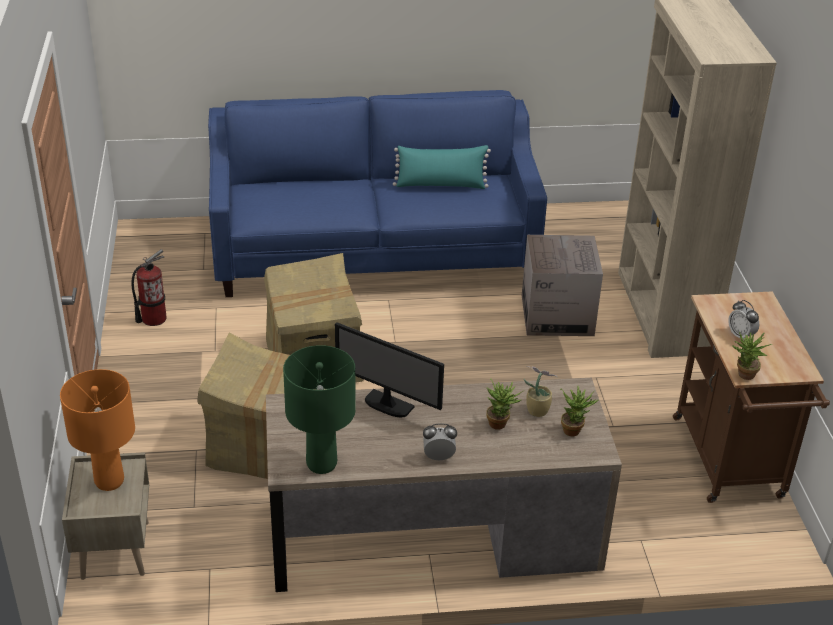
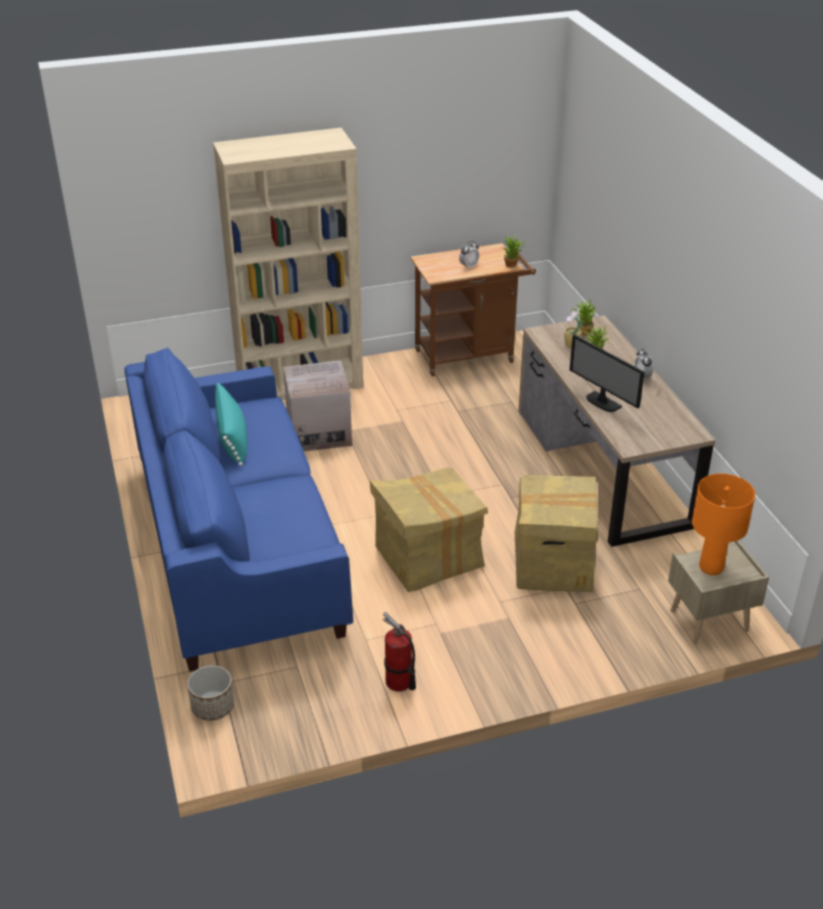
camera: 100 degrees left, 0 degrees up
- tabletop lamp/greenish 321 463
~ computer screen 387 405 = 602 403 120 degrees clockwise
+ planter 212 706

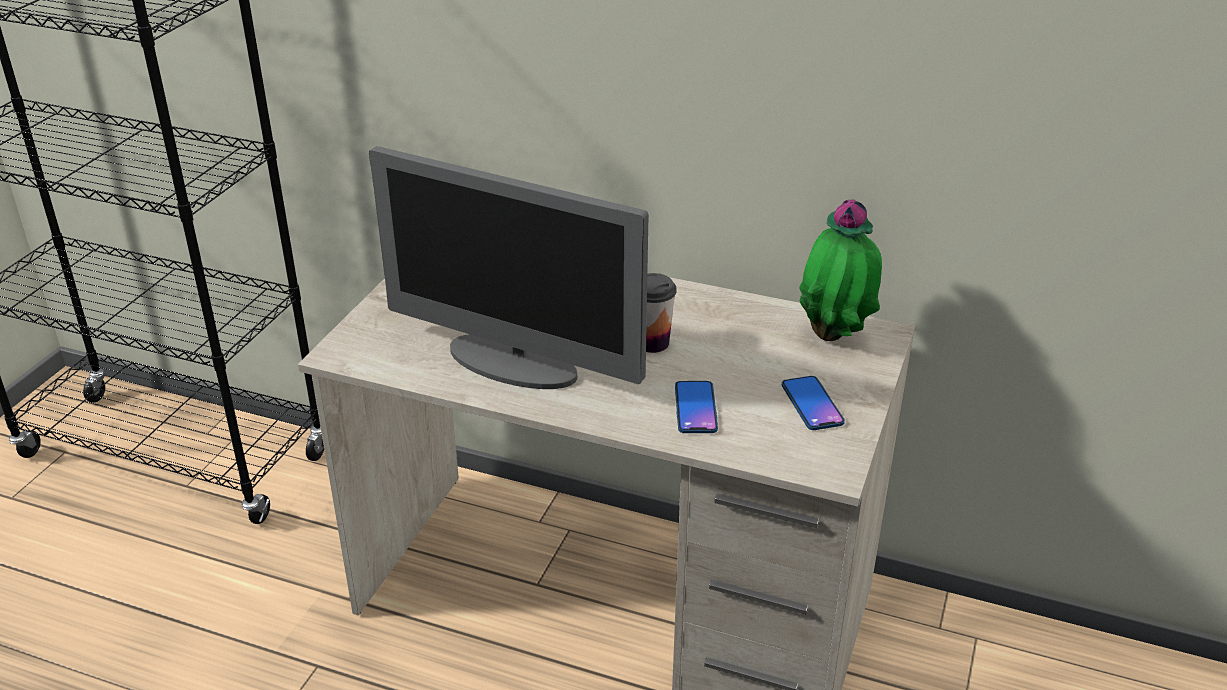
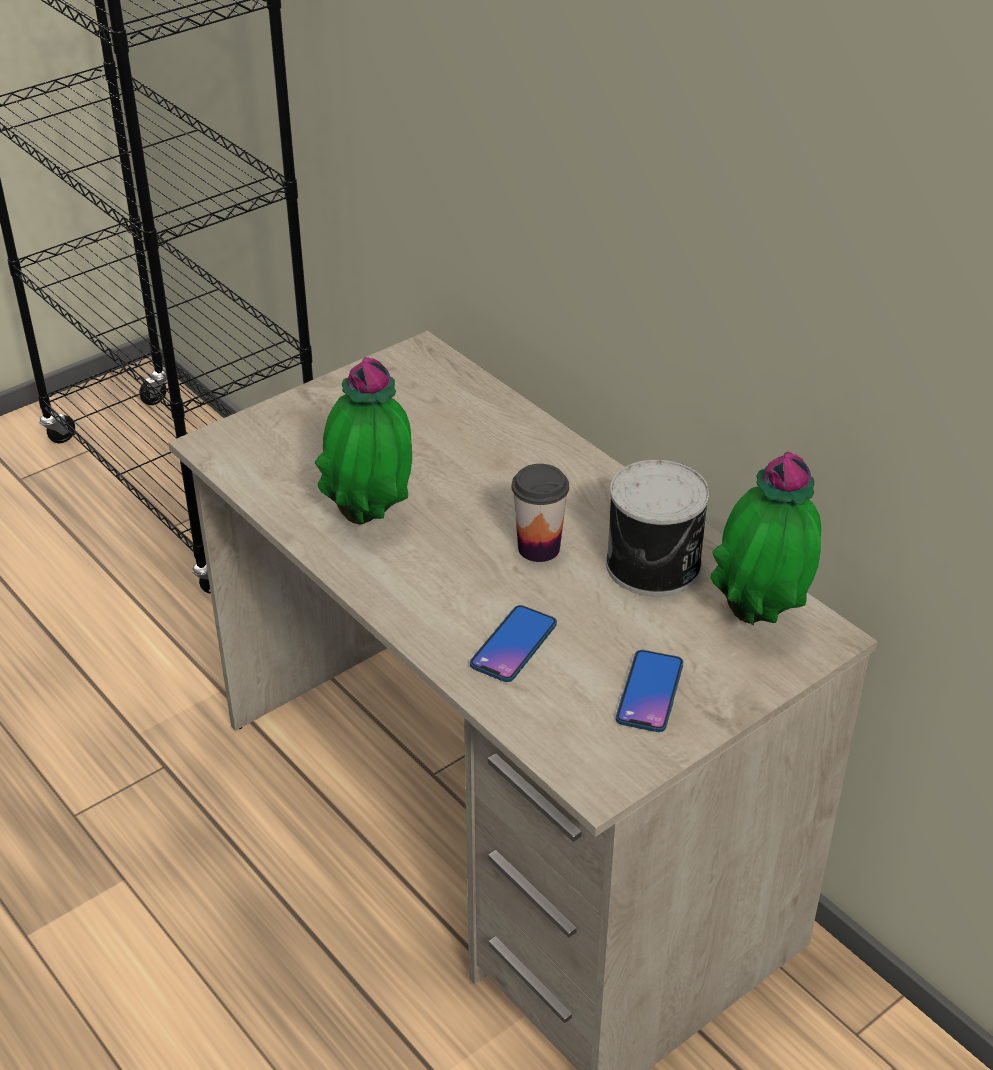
camera: 30 degrees right, 5 degrees up
~ computer screen 514 363 to houseplant 371 518
+ metal can 656 565

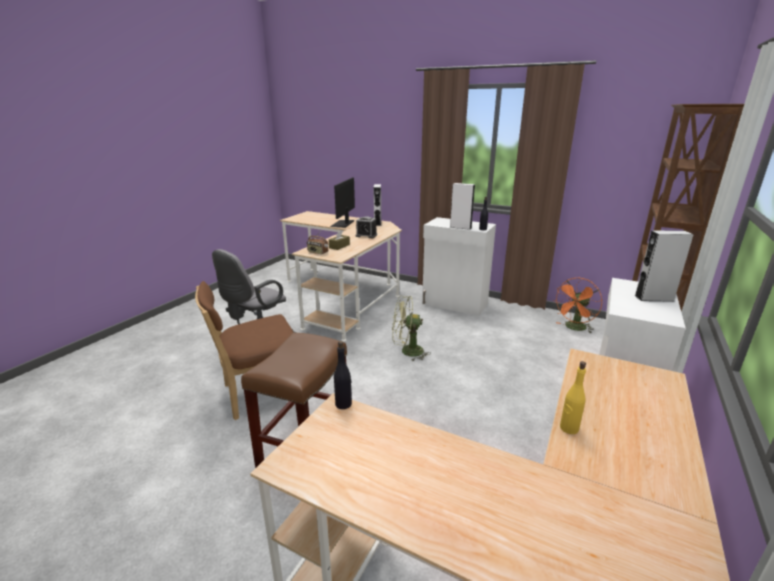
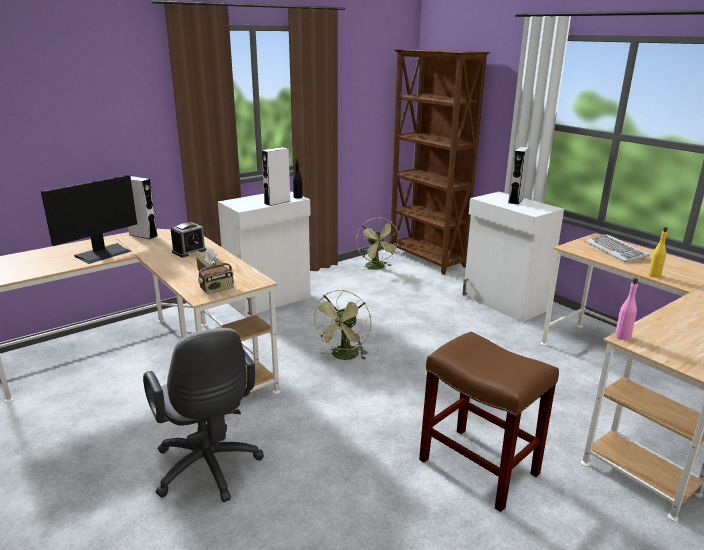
camera: 65 degrees left, 0 degrees up
- plain chair/brownish 259 394
~ computer screen 342 224 = 103 253 90 degrees counterclockwise
~ drink bottle/blackish 343 404 to drink bottle/pinkish 622 336
~ fan/orange 574 328 to fan/greenish 377 268
+ computer keyboard 616 250

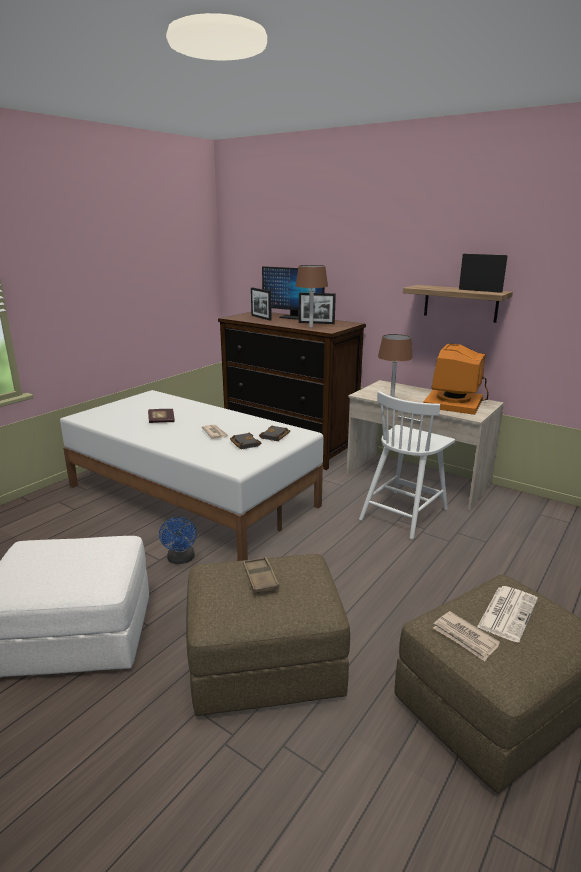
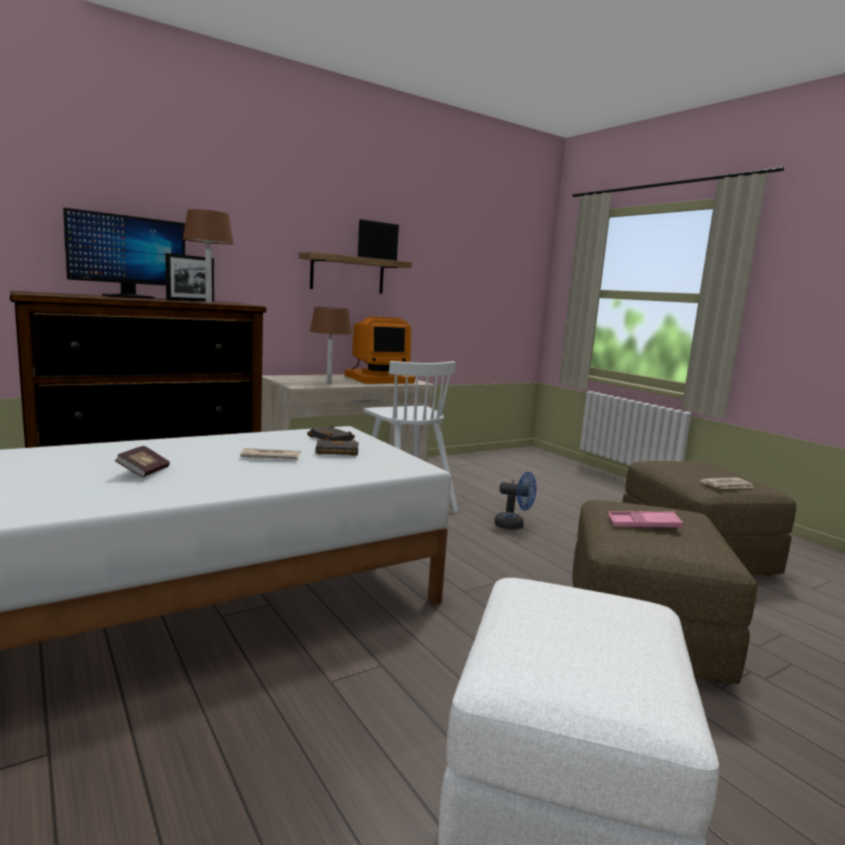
camera: 70 degrees left, 10 degrees down
~ fan/blue-coloured 181 560 to 514 525
~ carrying tray/brownish 260 578 to carrying tray/pinkish 643 525
- picture frame 261 317
~ computer screen 454 404 = 378 379 75 degrees counterclockwise
- daily paper 507 612

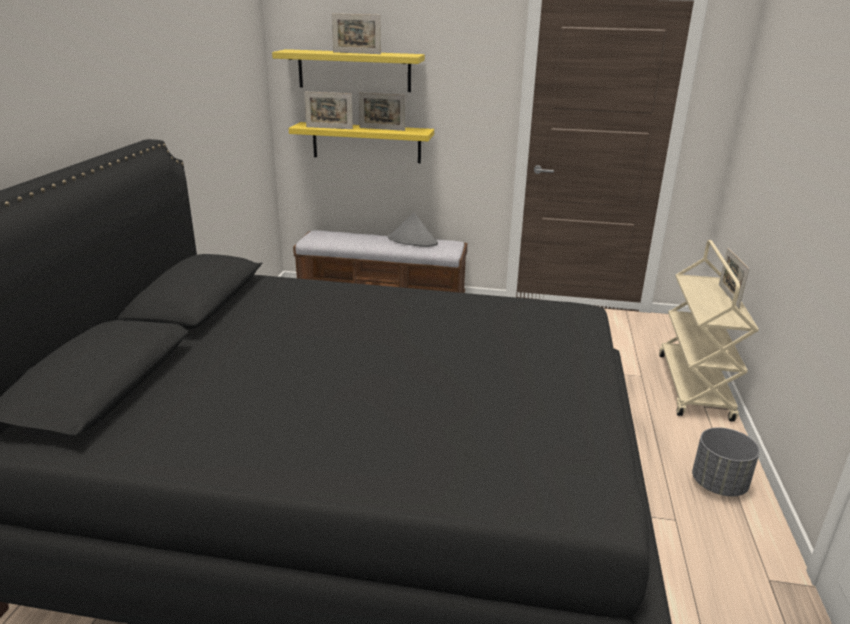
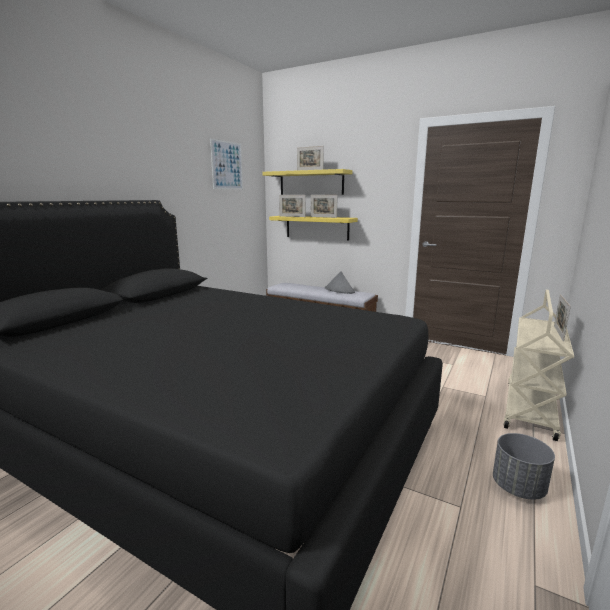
camera: 20 degrees right, 10 degrees down
+ wall picture 227 165

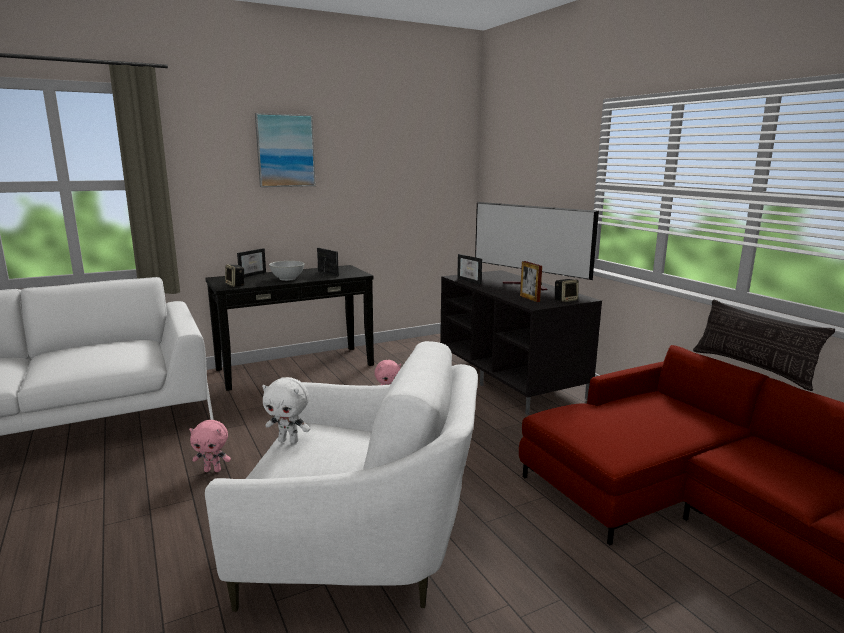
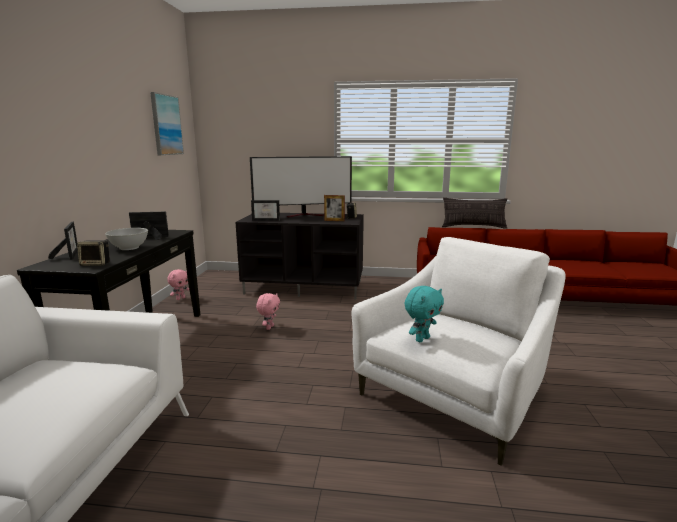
camera: 55 degrees left, 0 degrees up
~ cuddly toy/pinkish 213 470 to 180 298
~ wall picture 285 151 to 166 125
~ cuddly toy/white 289 441 to cuddly toy/blue-green 422 339

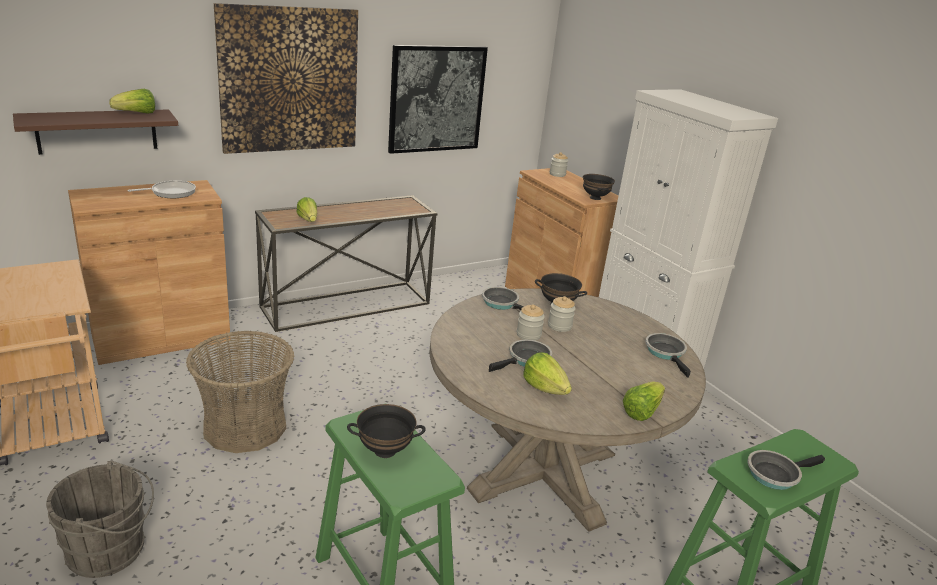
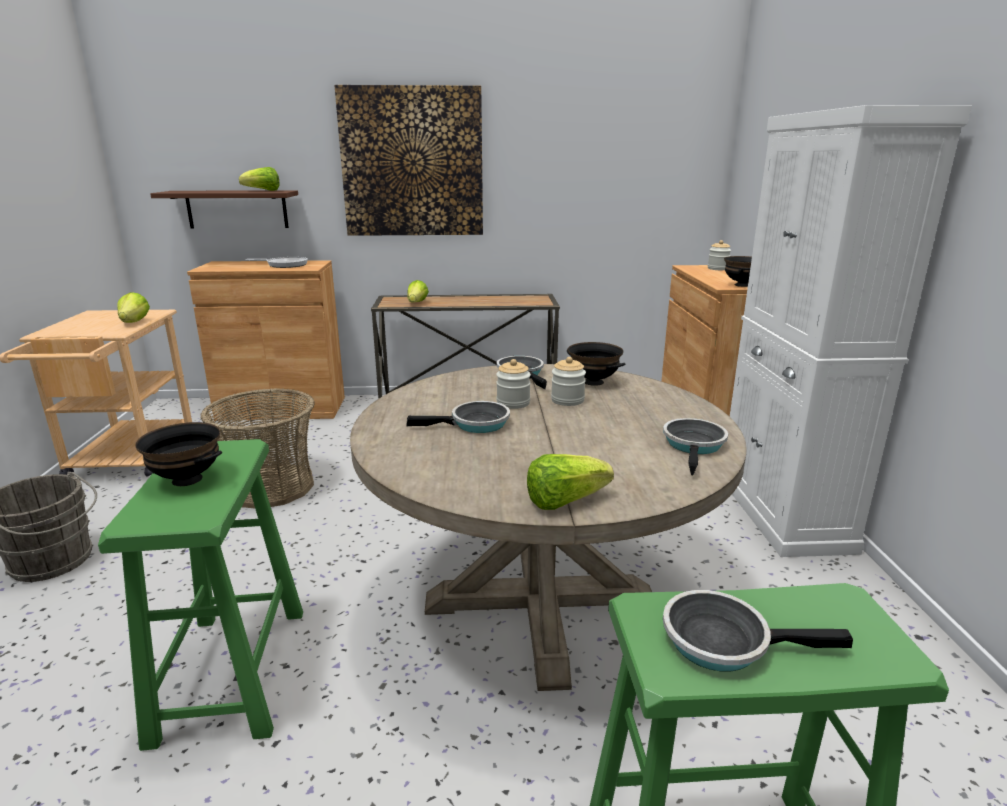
camera: 30 degrees right, 5 degrees down
- wall picture 436 99
~ head of lettuce 544 388 to 134 322

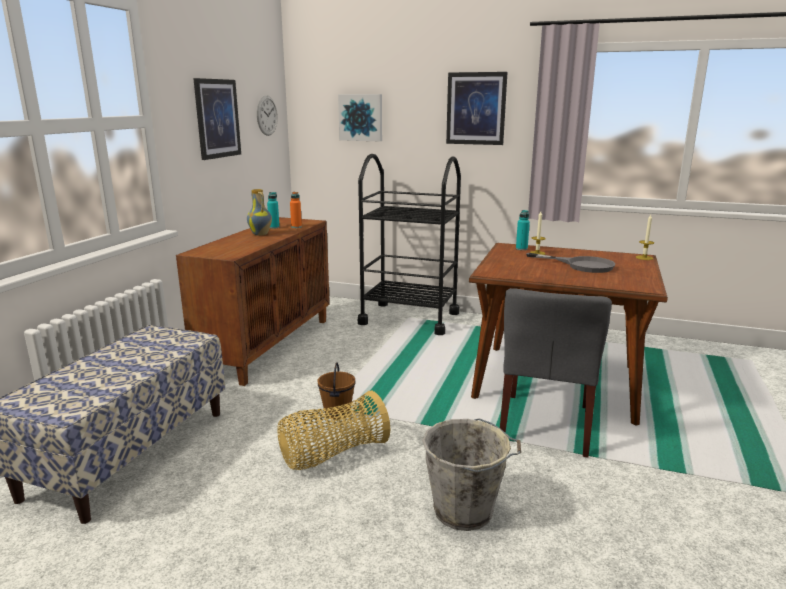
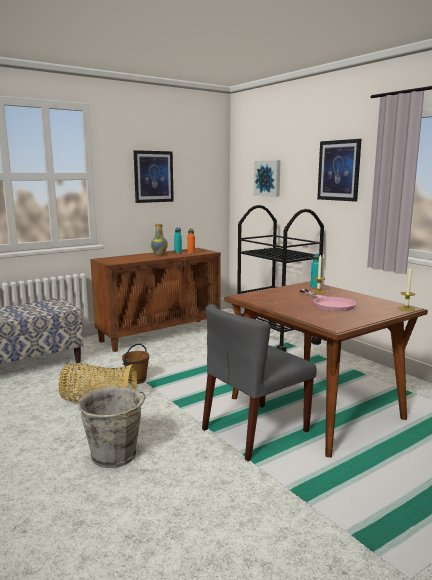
camera: 35 degrees right, 5 degrees down
- clock on the wall 267 115
~ skillet/grey 581 265 to skillet/pinkish 329 304

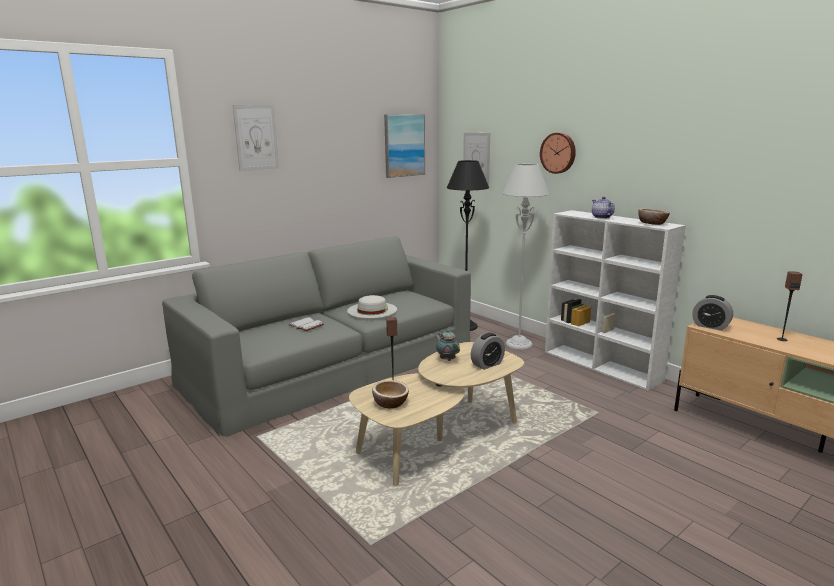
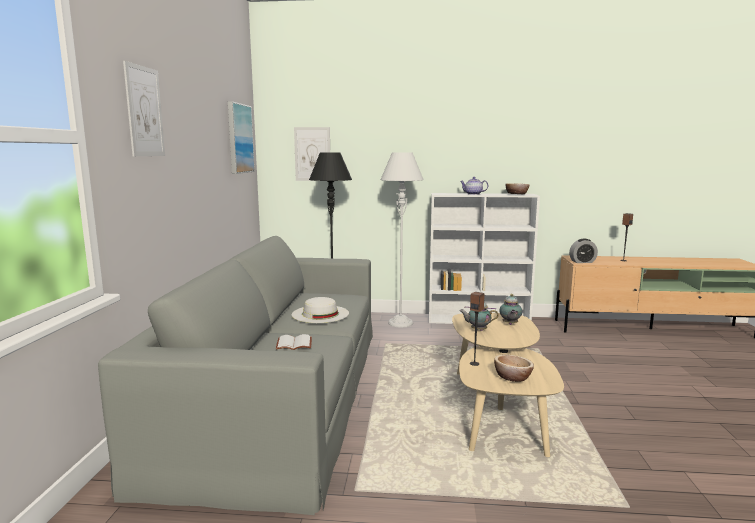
camera: 45 degrees left, 5 degrees down
~ table clock 487 364 to tea pot 510 324
- clock on the wall 558 153

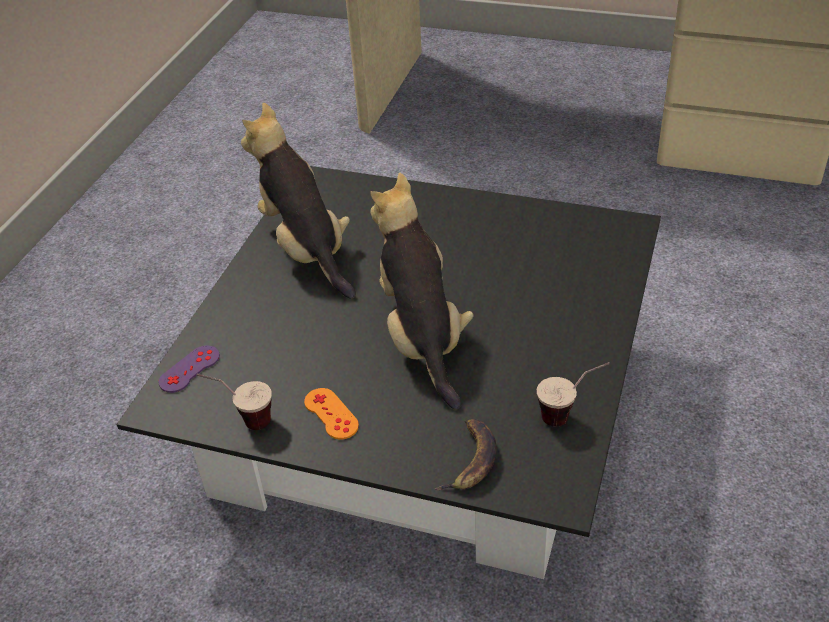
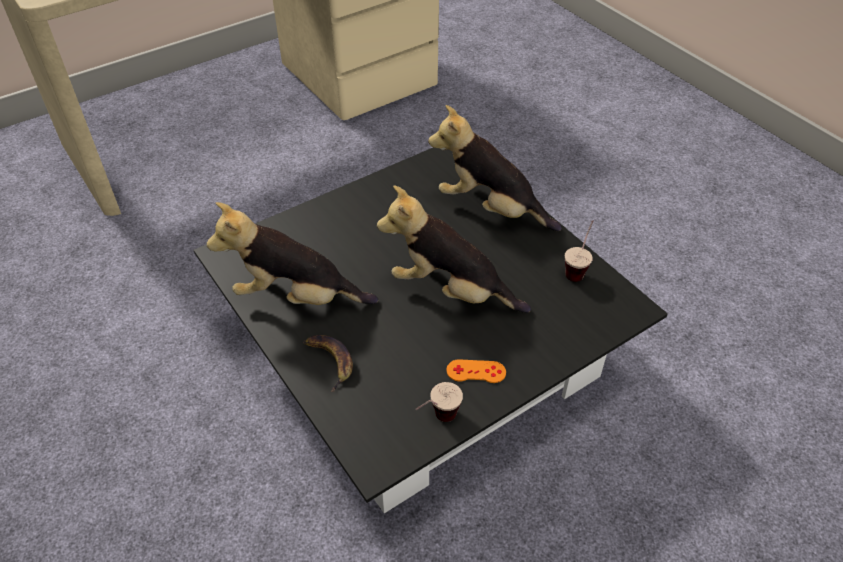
camera: 55 degrees left, 5 degrees up
- game controller/purple 189 369
~ banana 470 459 to 329 361
+ cuddly toy 491 209

